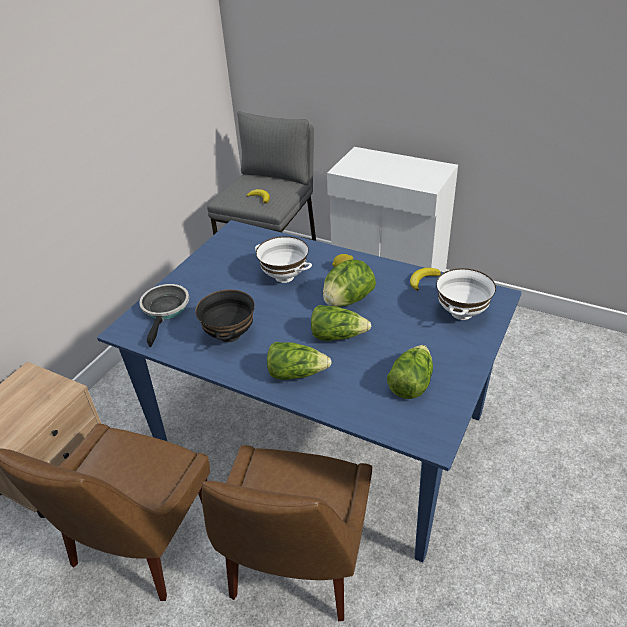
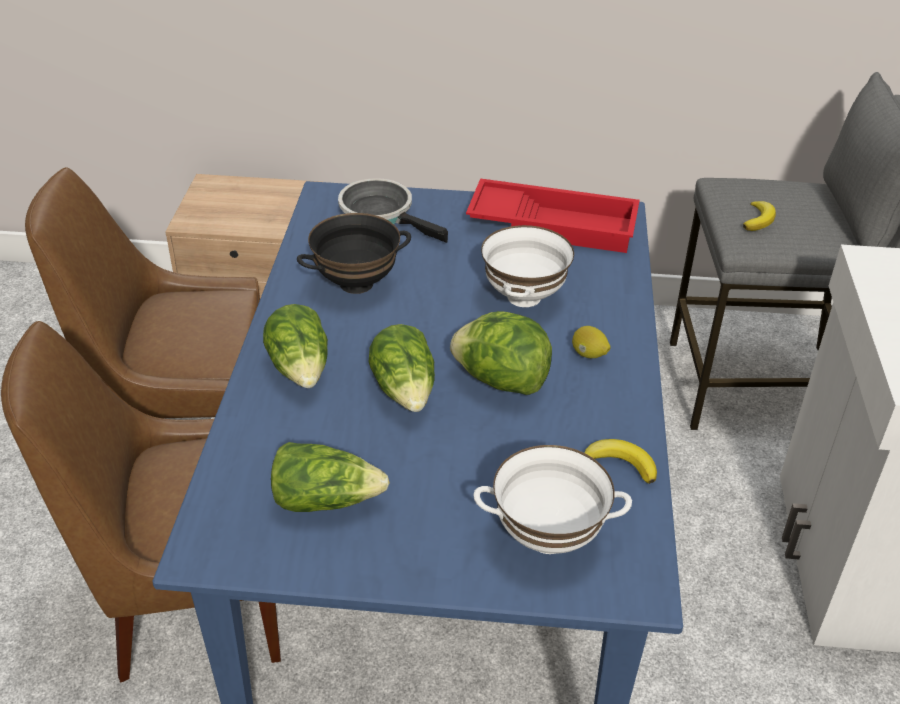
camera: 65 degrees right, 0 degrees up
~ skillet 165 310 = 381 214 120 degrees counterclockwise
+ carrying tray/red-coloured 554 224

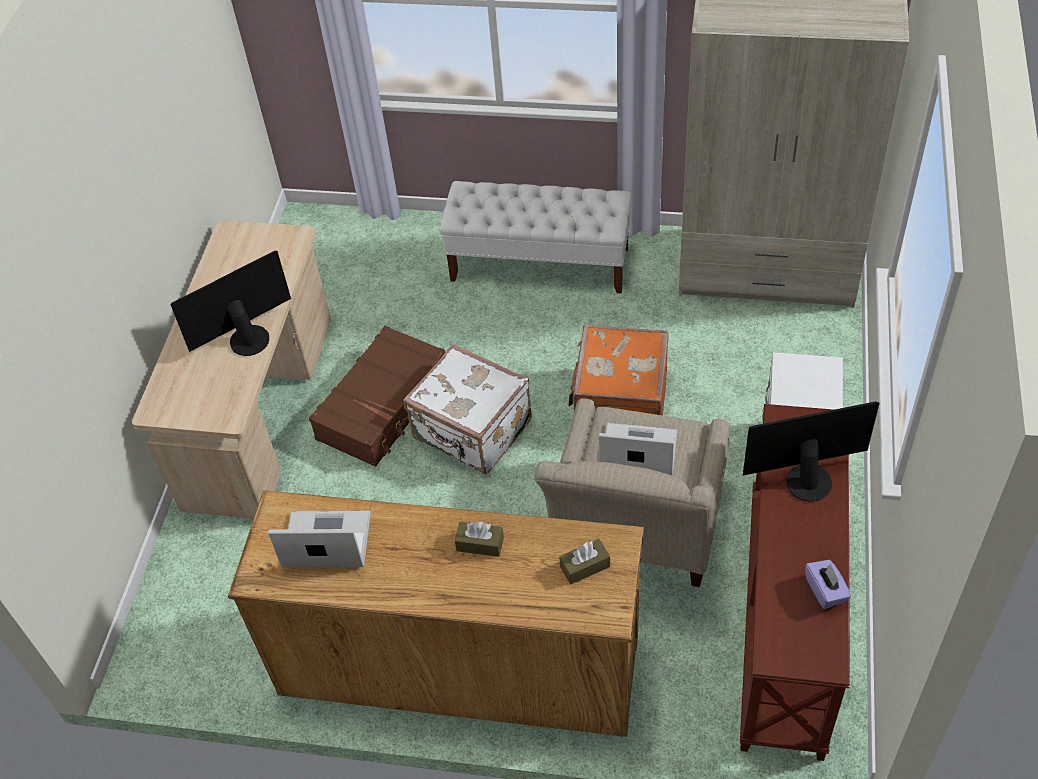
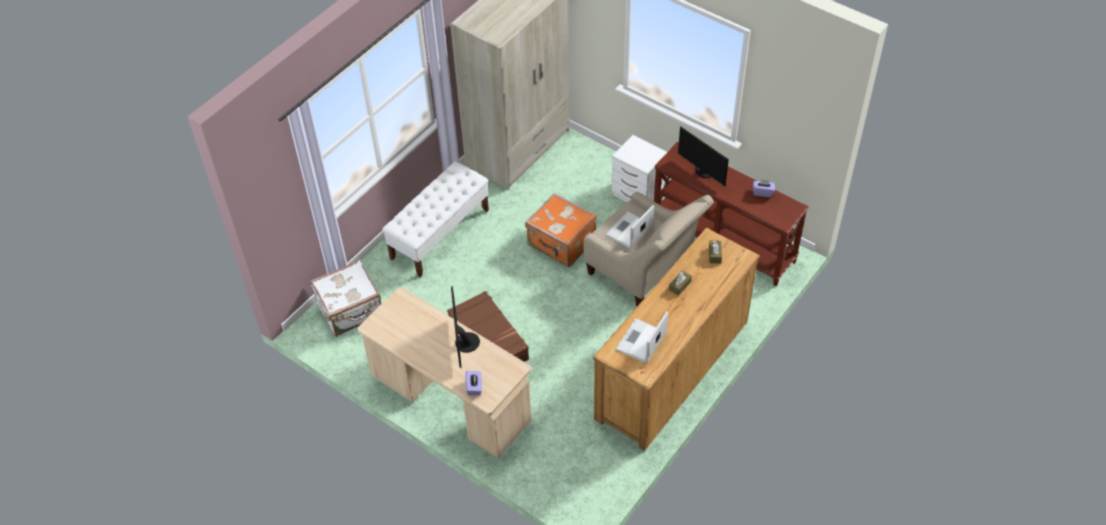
camera: 65 degrees left, 0 degrees up
~ piece of luggage/white 471 432 to 351 311
~ computer screen 806 478 = 704 171 60 degrees counterclockwise
+ tissue box/purple 474 387

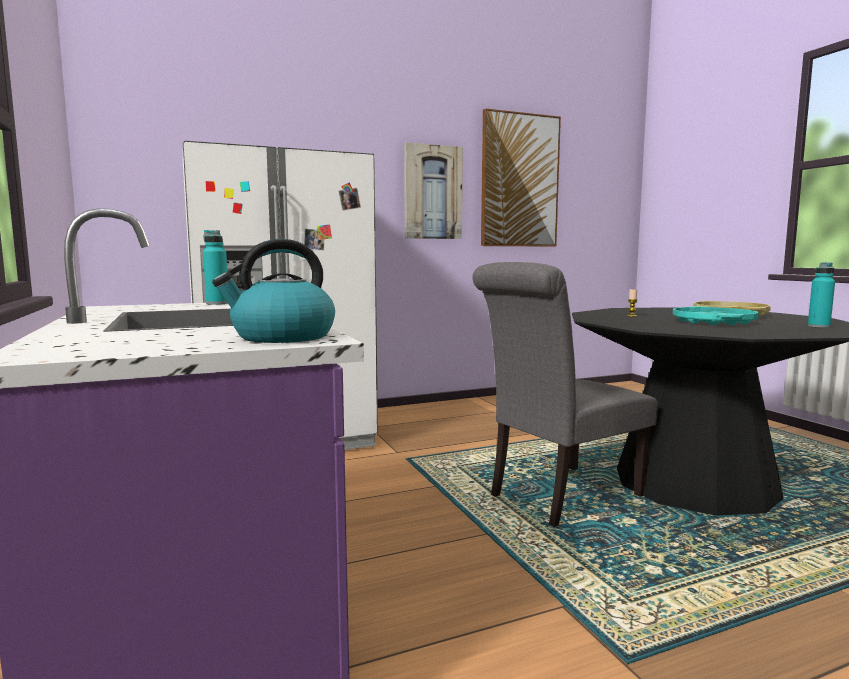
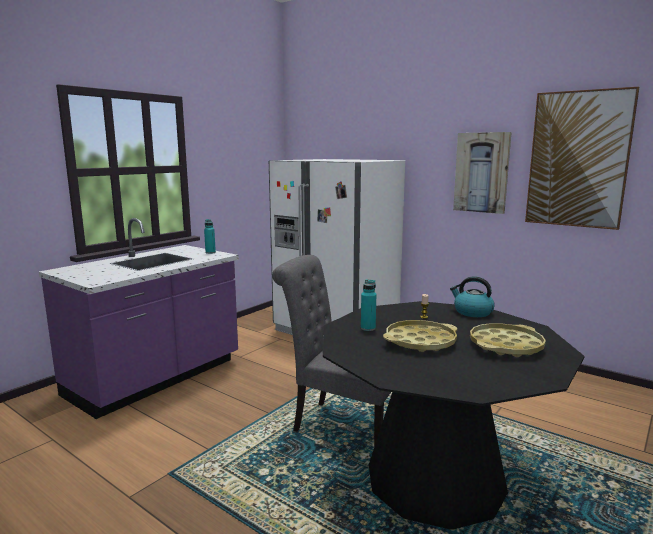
camera: 60 degrees right, 5 degrees up
~ kettle 282 337 to 472 312
~ carrying tray/blue-green 713 322 to carrying tray/yellow 420 341
~ drink bottle/blue-green 818 326 to 368 328

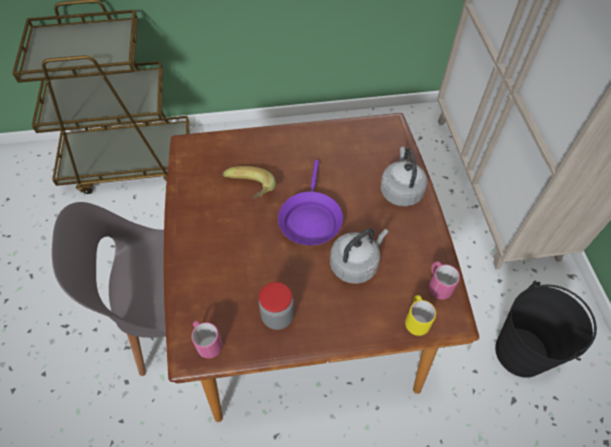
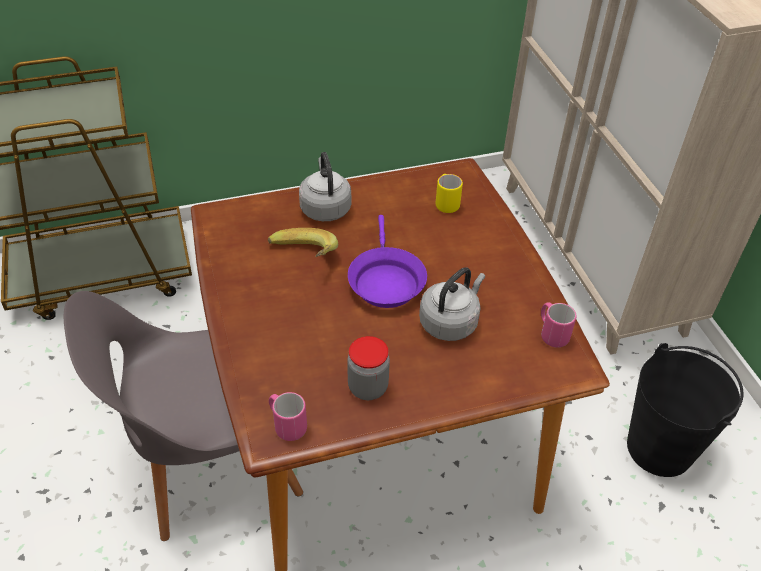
camera: 10 degrees left, 10 degrees down
~ kettle/grey 400 190 to 325 207
~ coffee mug/yellow 416 320 to 446 203

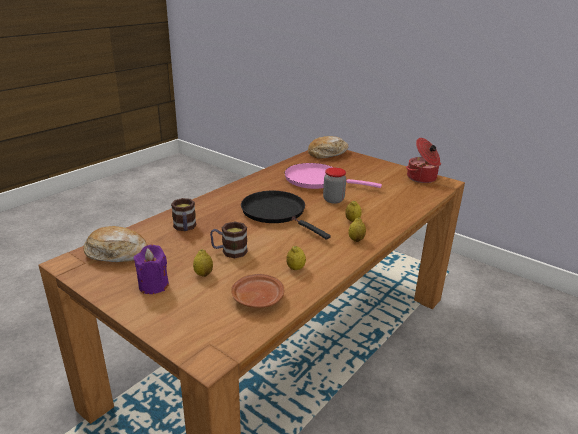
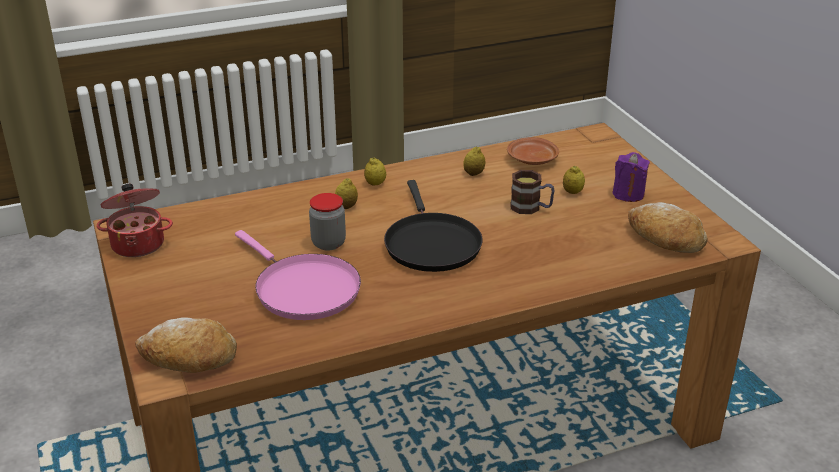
camera: 150 degrees left, 5 degrees up
- coffee mug 185 228

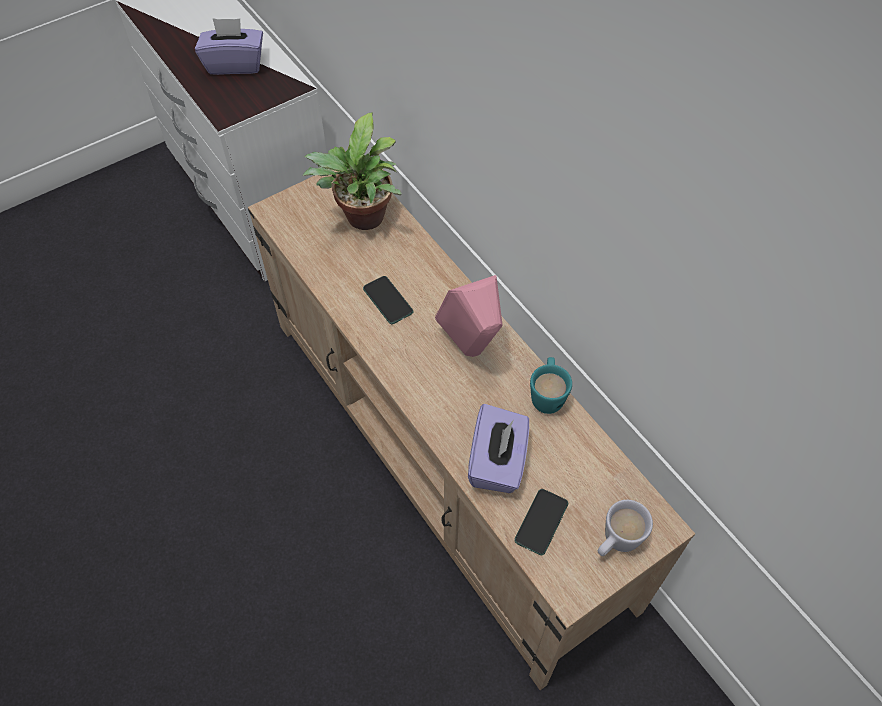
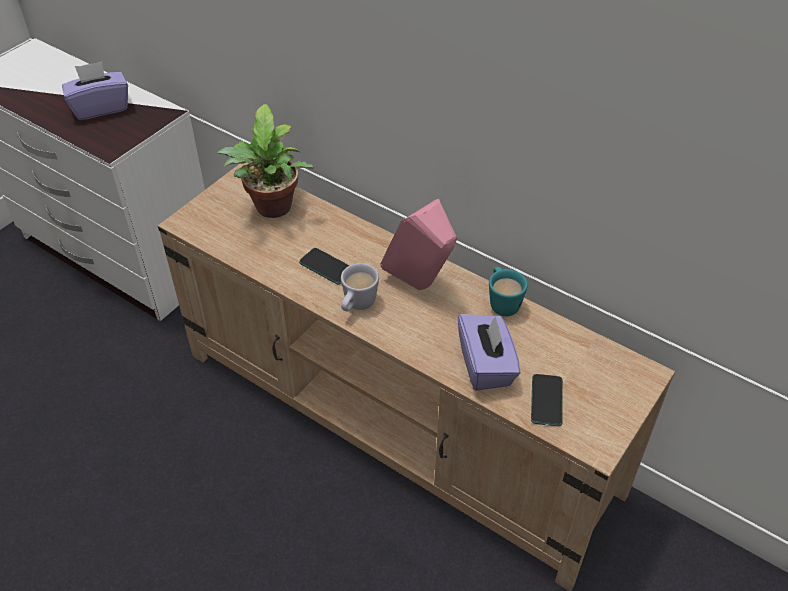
camera: 20 degrees left, 10 degrees down
~ coffee mug/white 616 542 to 357 306

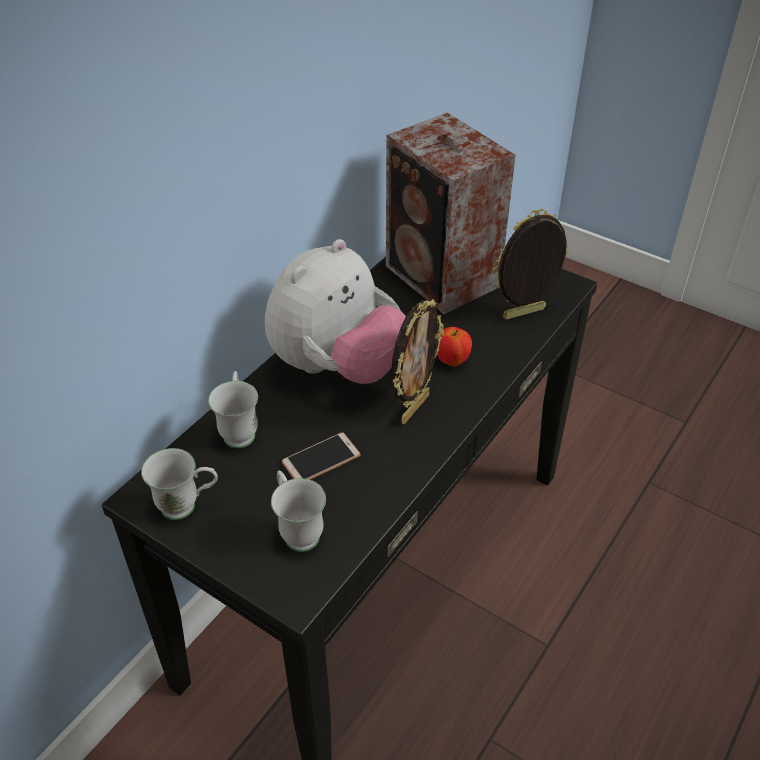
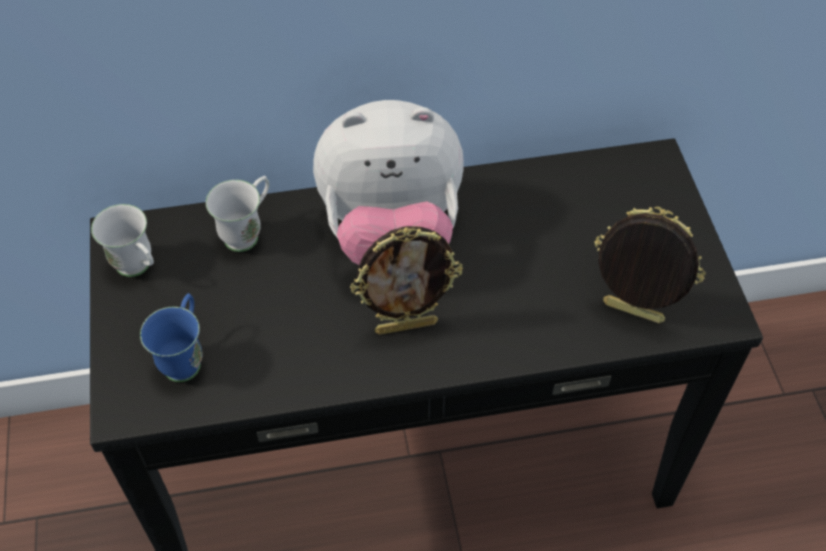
camera: 45 degrees right, 10 degrees up
~ coffee mug/white 297 530 to coffee mug/blue-coloured 186 357
- telephone 321 459
- audio speaker 443 279
- apple fruit 452 361

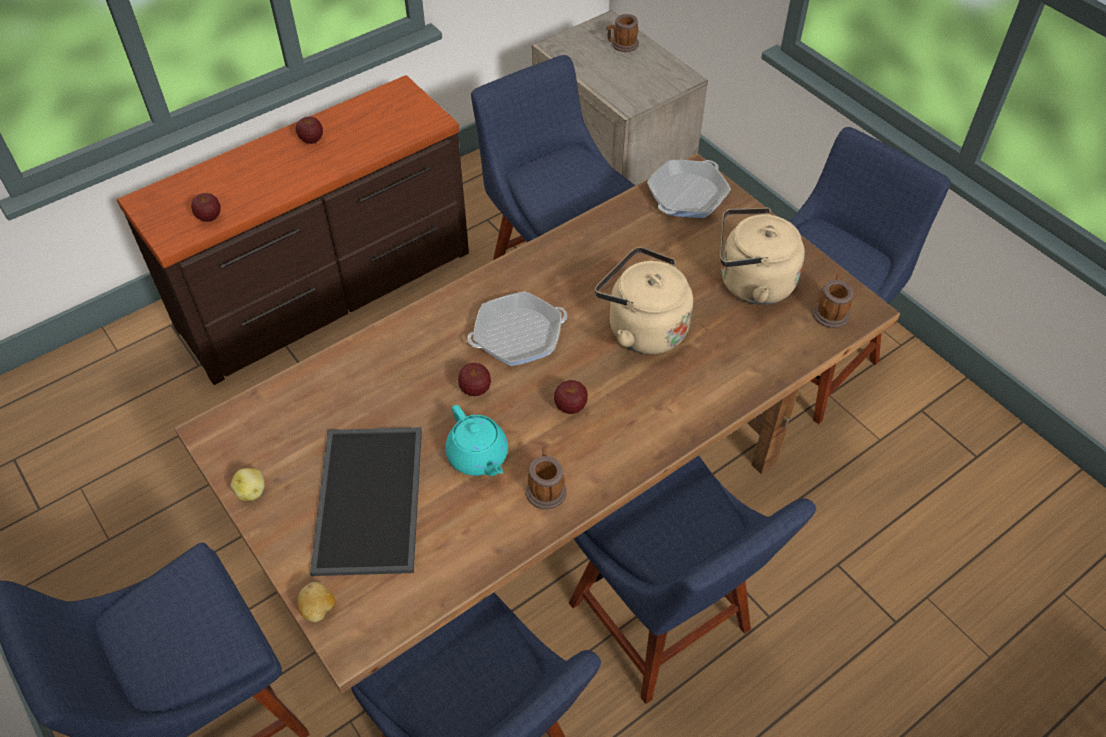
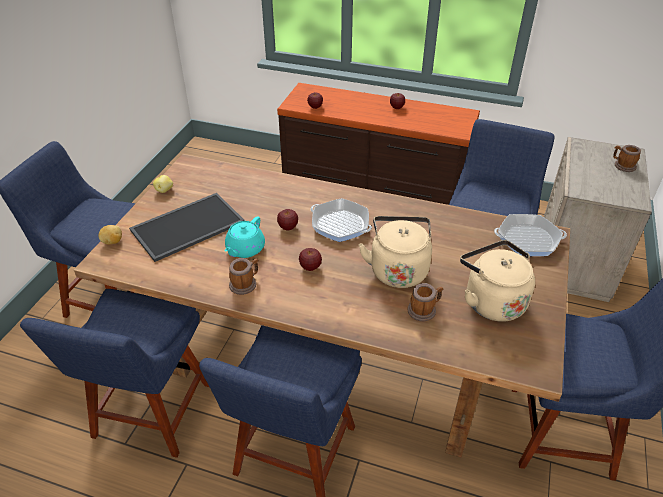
camera: 55 degrees right, 10 degrees down
~ coffee mug 830 311 to 424 310

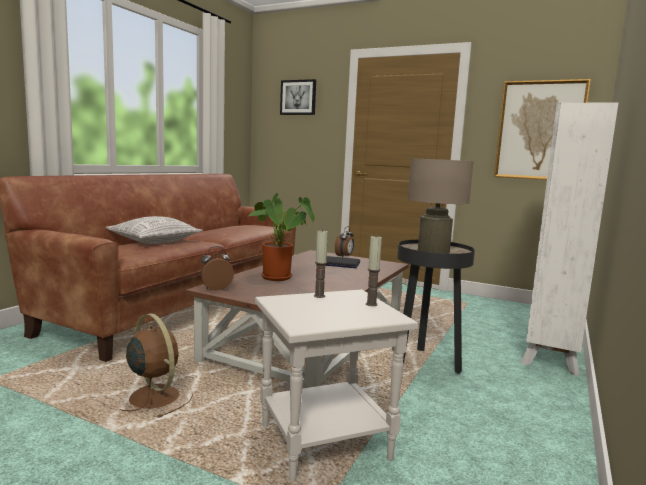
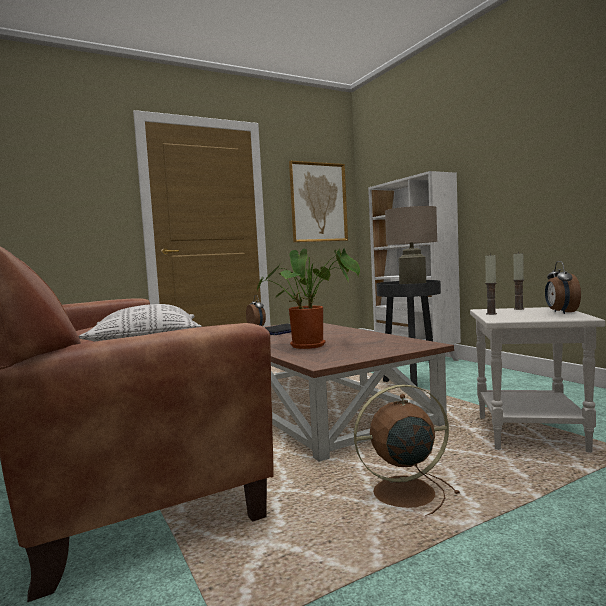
camera: 55 degrees left, 5 degrees down
~ table clock 215 288 to 561 312
- wall picture 298 97

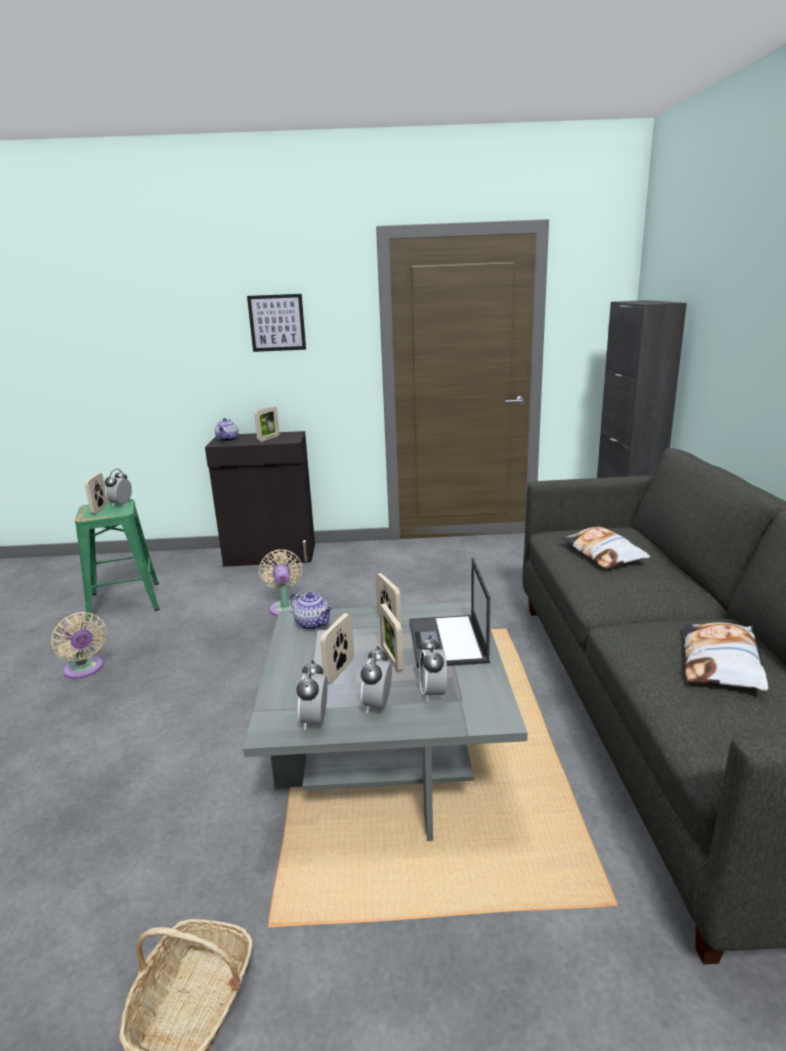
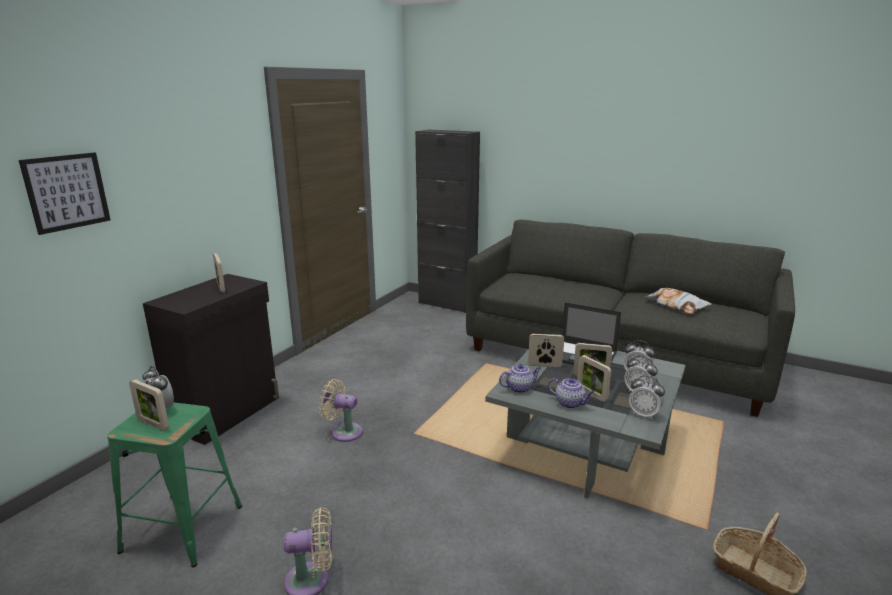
camera: 60 degrees left, 0 degrees up
~ tea pot 228 440 to 570 403
~ wall picture 277 323 to 67 192
- throw pillow 603 553

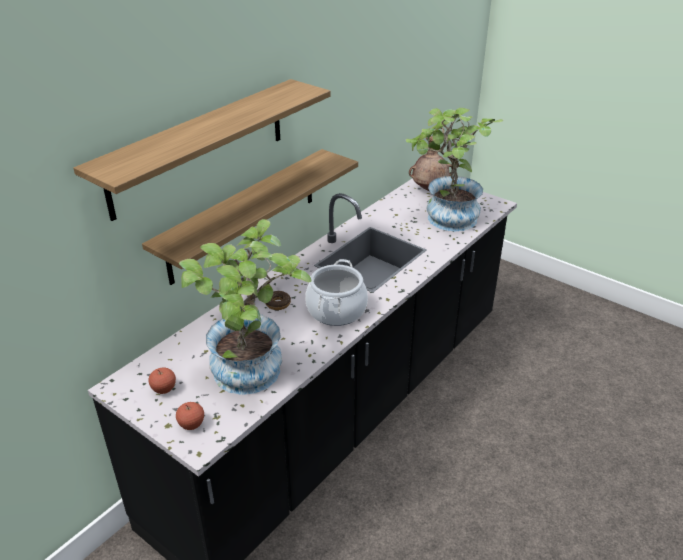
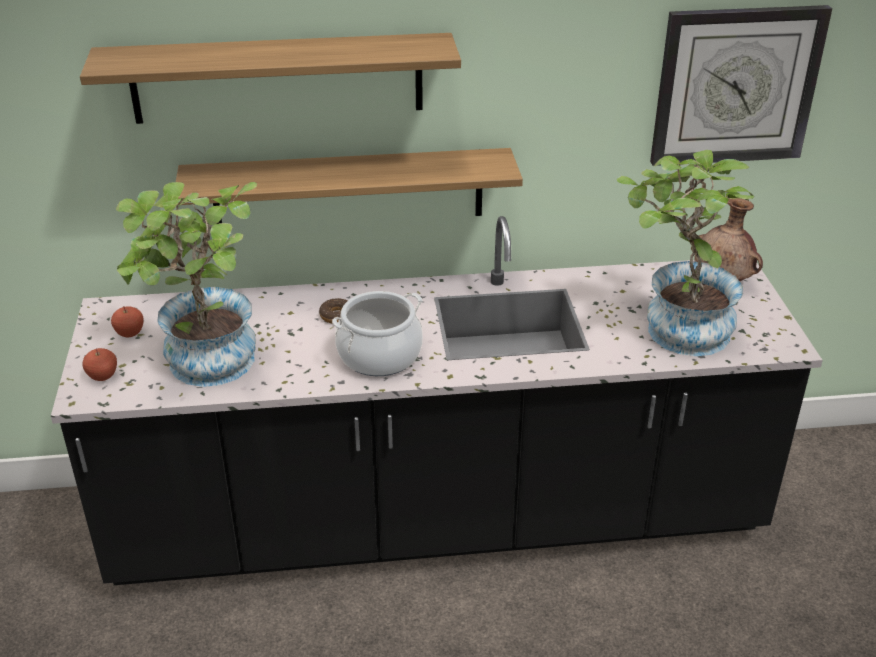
camera: 45 degrees right, 0 degrees up
+ clock on the wall 736 86

